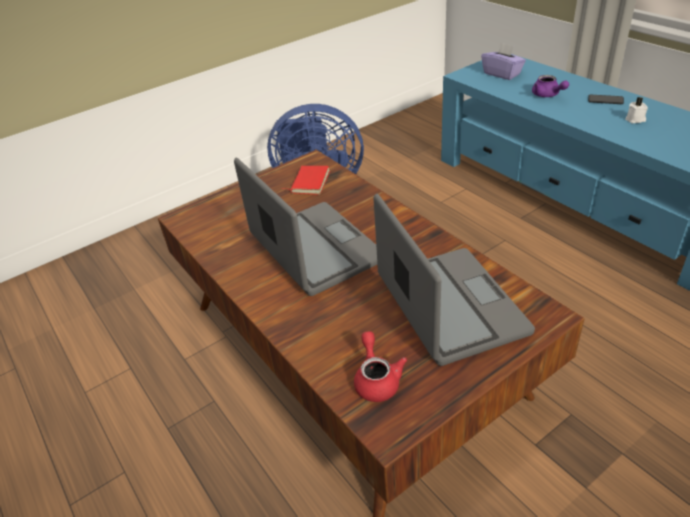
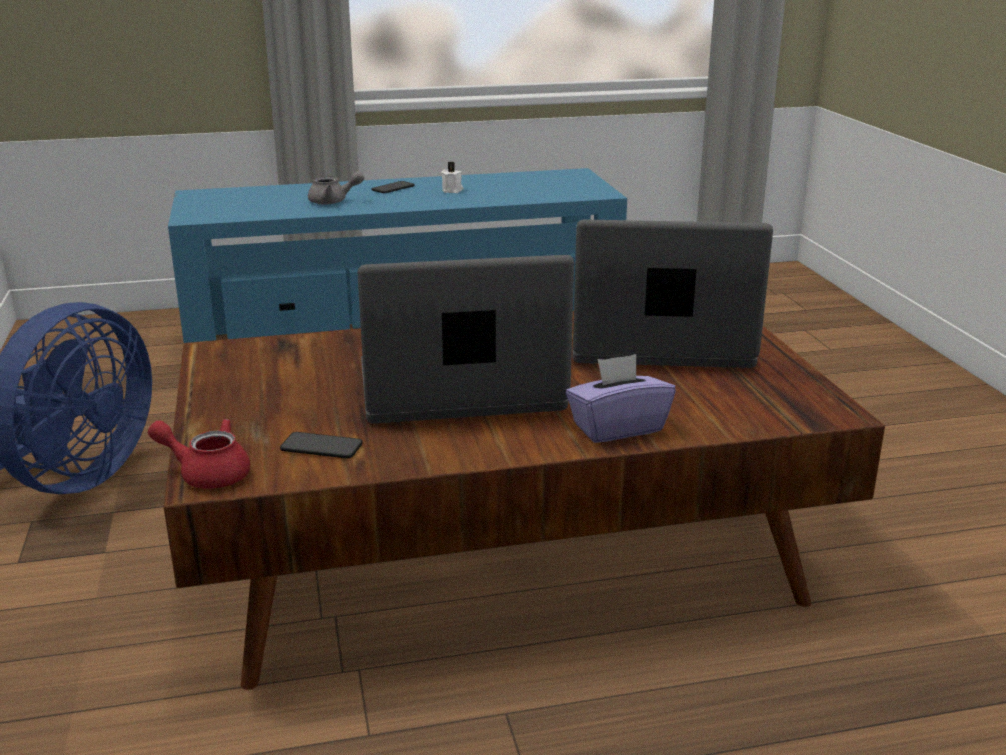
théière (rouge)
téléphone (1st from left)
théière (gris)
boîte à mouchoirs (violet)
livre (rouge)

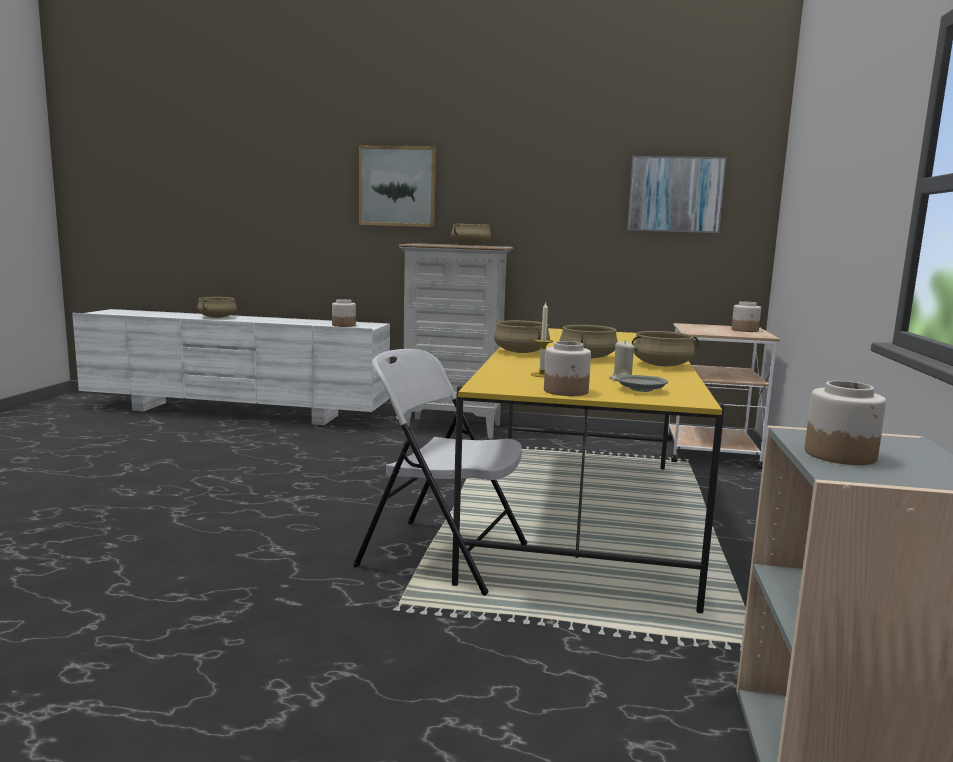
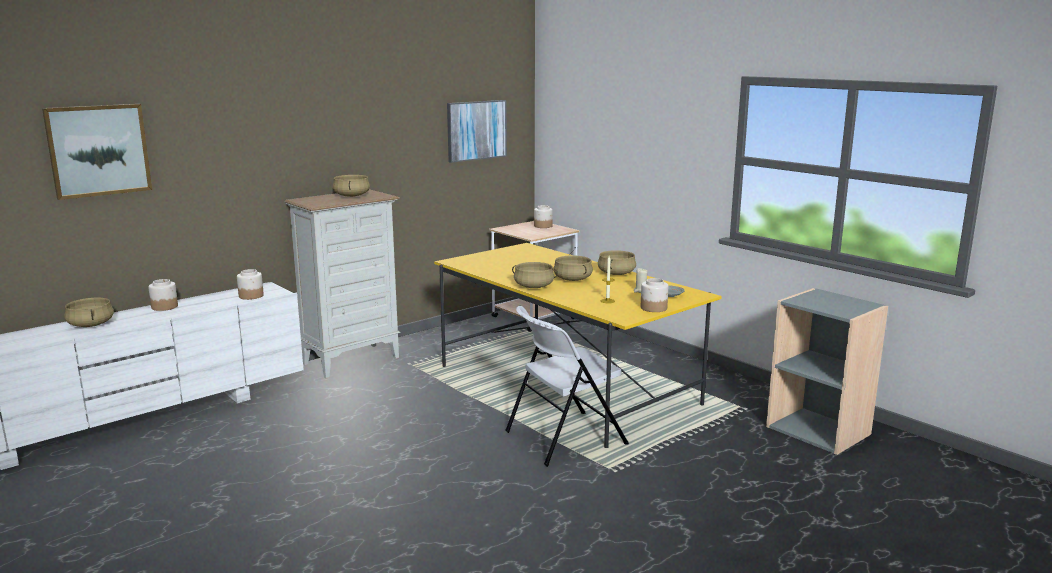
tableau (1st from left)
bocal (1st from left)

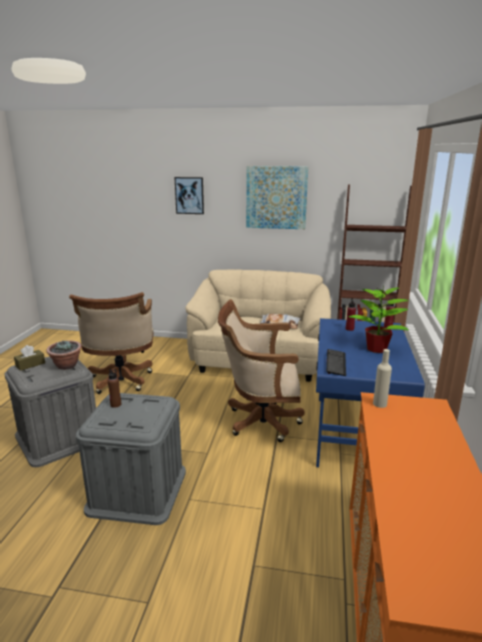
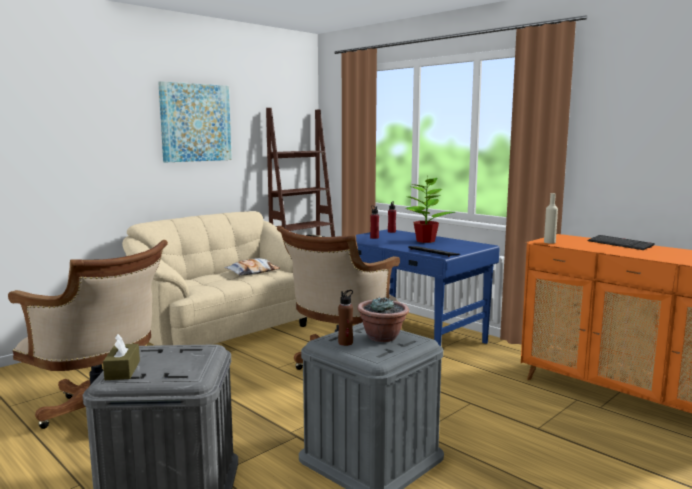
plante en pot (1st from left)
clavier (2nd from left)
tableau (1st from left in the first image)

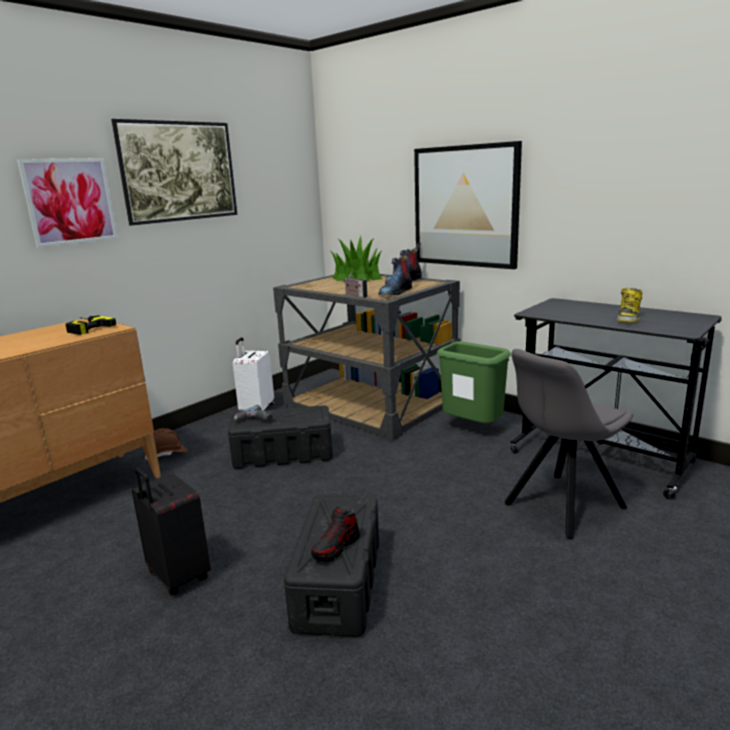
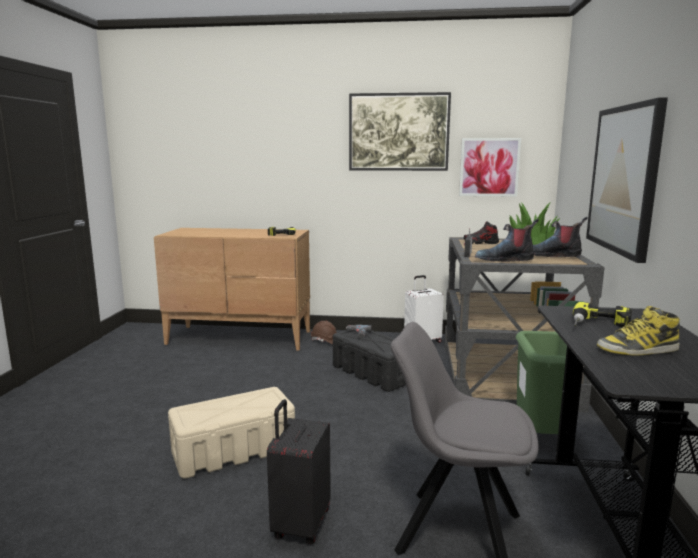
boîte de rangement (beige)
valise (noir)
tableau (2nd from left)
chaussure
perceuse (3rd from left)

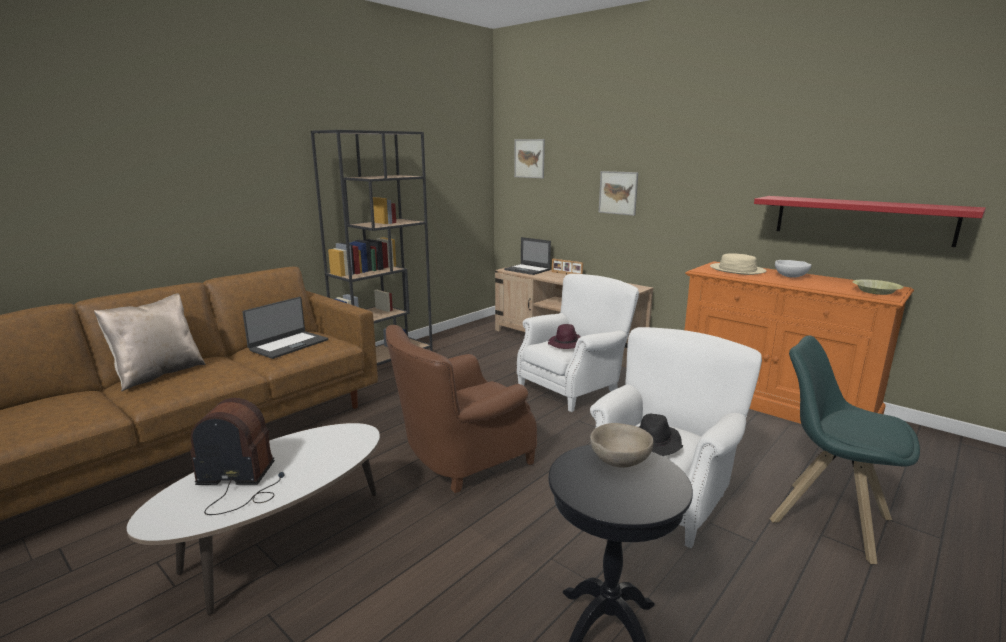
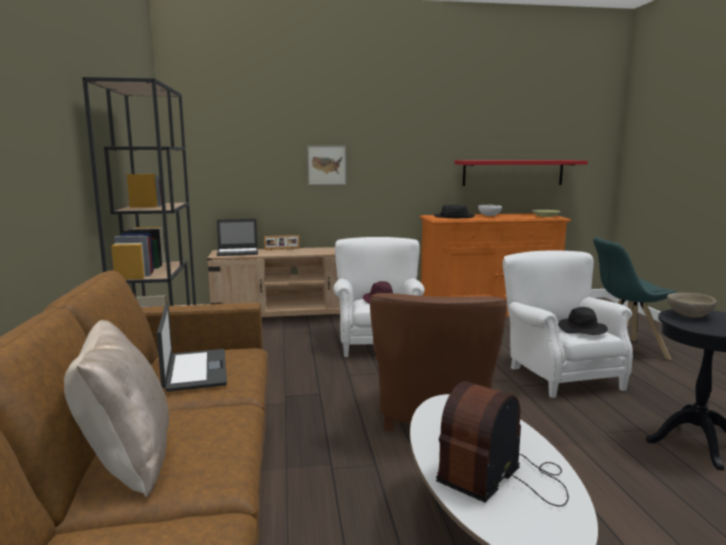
chapeau (noir) (1st from left)
tableau (1st from left in the first image)

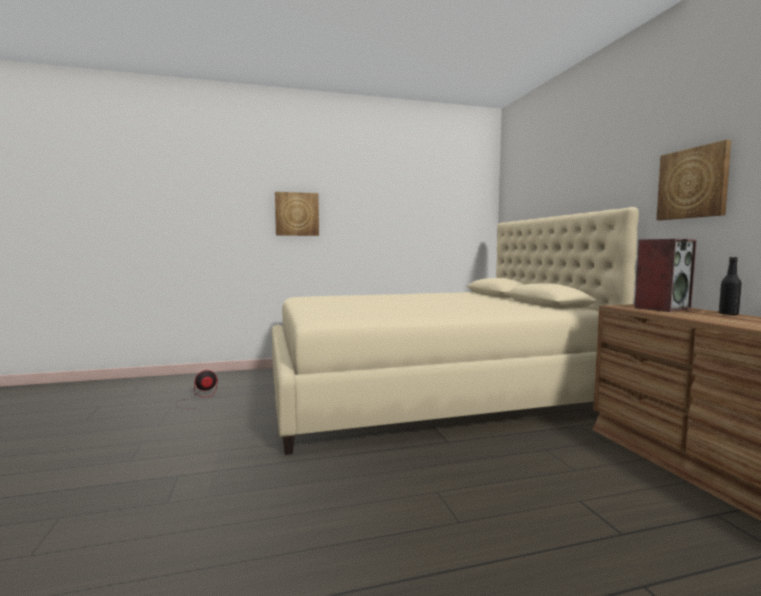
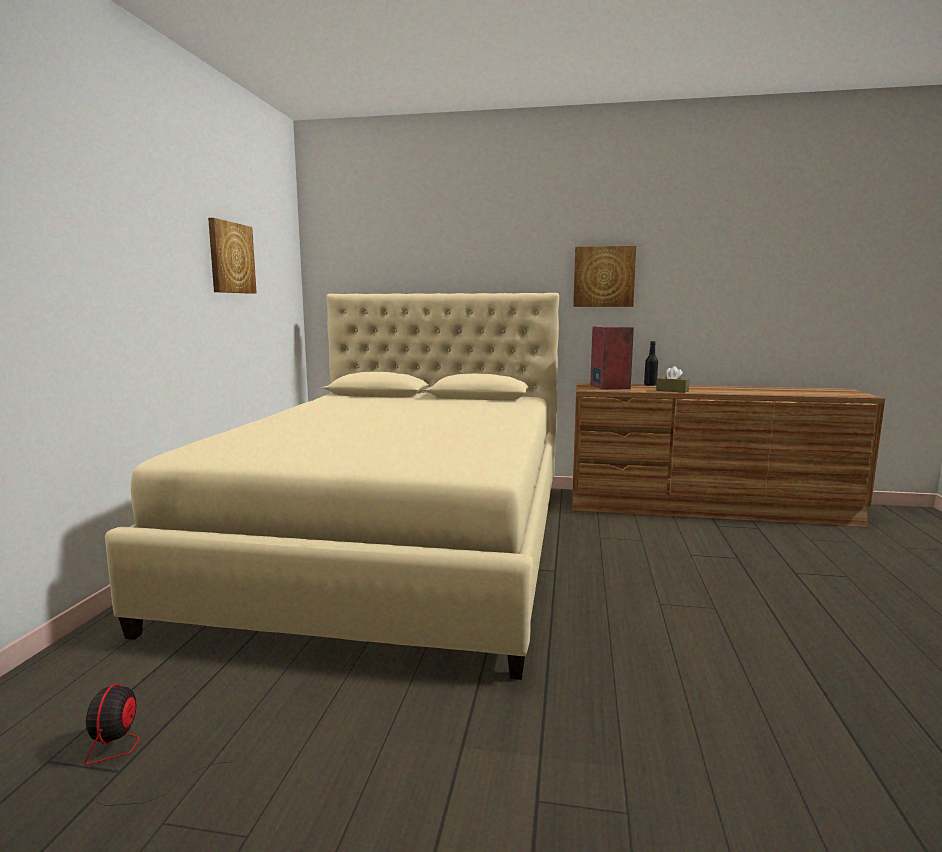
tableau (1st from left)
boîte à mouchoirs (marron)

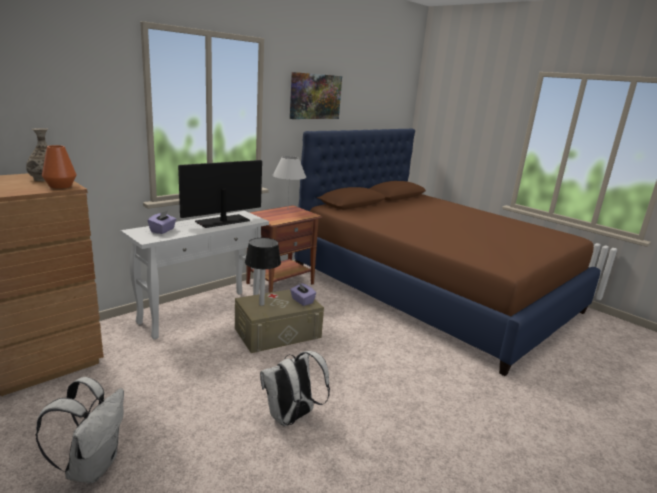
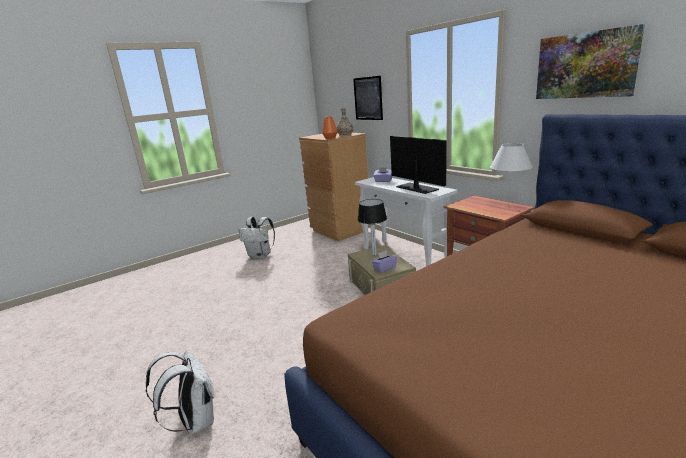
sac à dos (blanc) (1st from left)
tableau (1st from left)

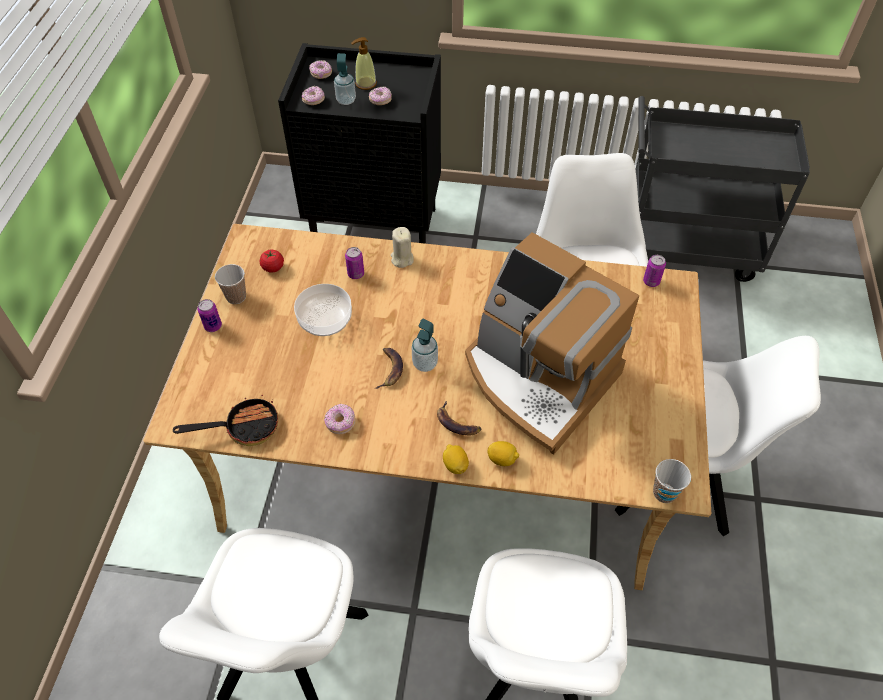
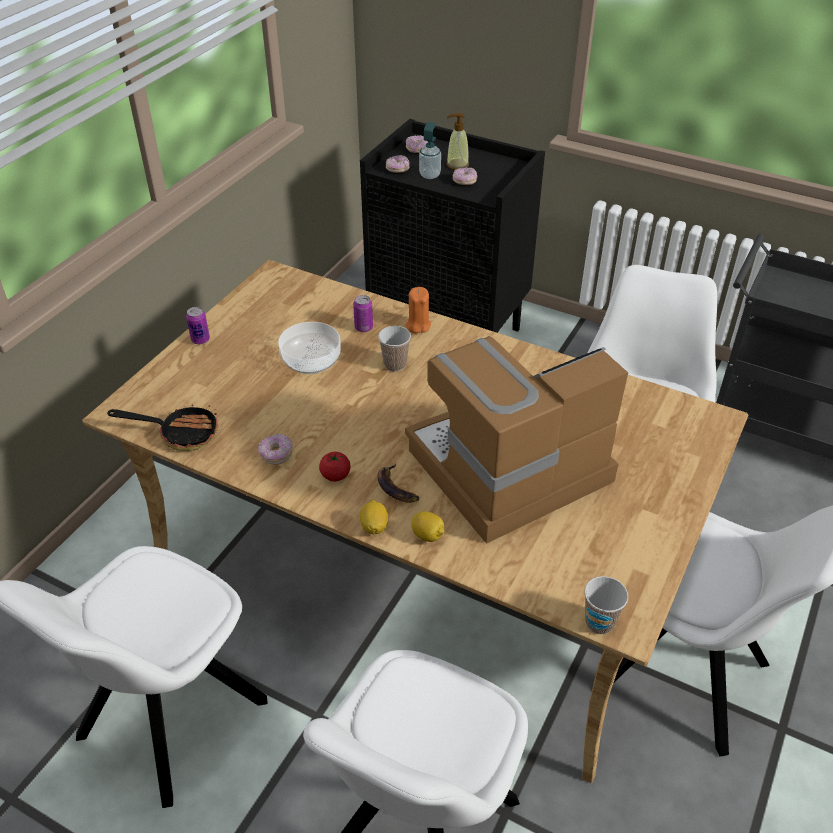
tomate
tasse (1st from left)
machine à café
bougie (orange)
banane (1st from left in the first image)
distributeur de savon (3rd from left in the first image)
boîte métallique (3rd from left in the first image)

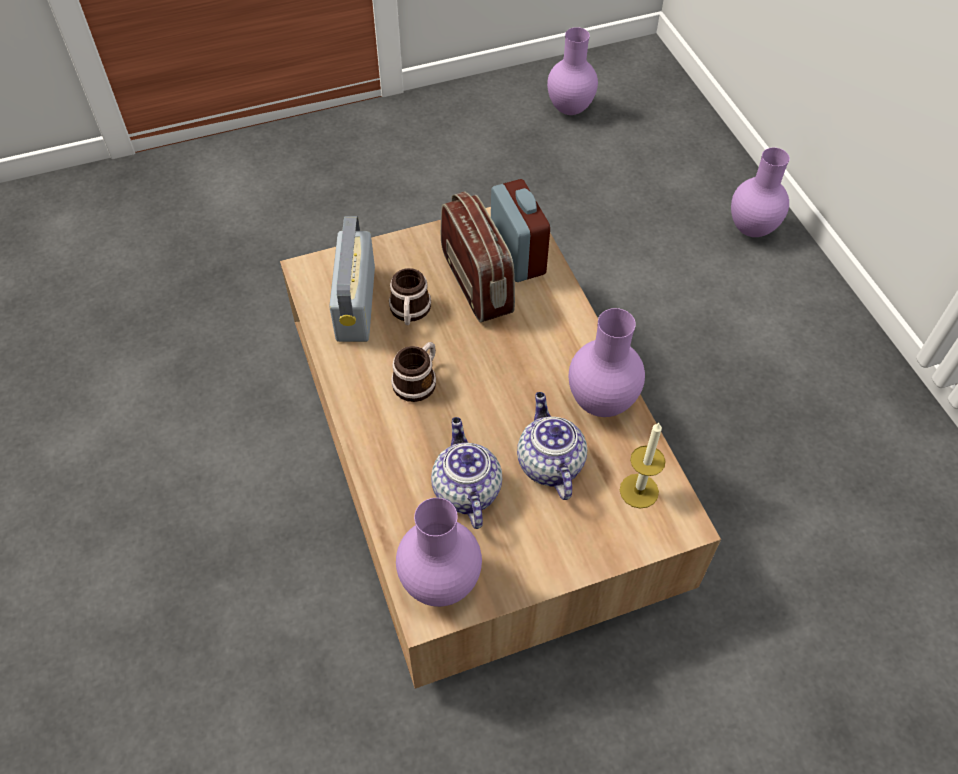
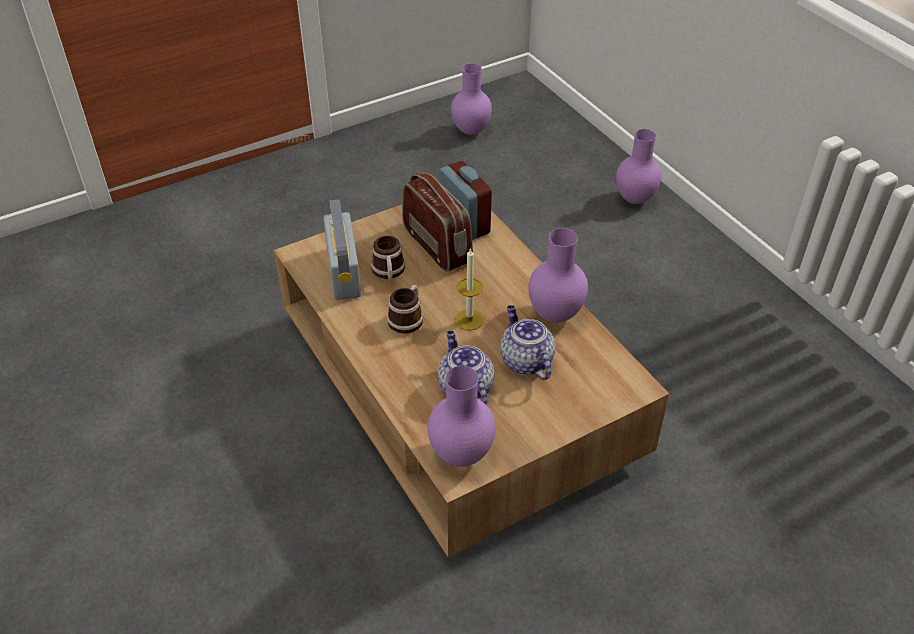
bougie

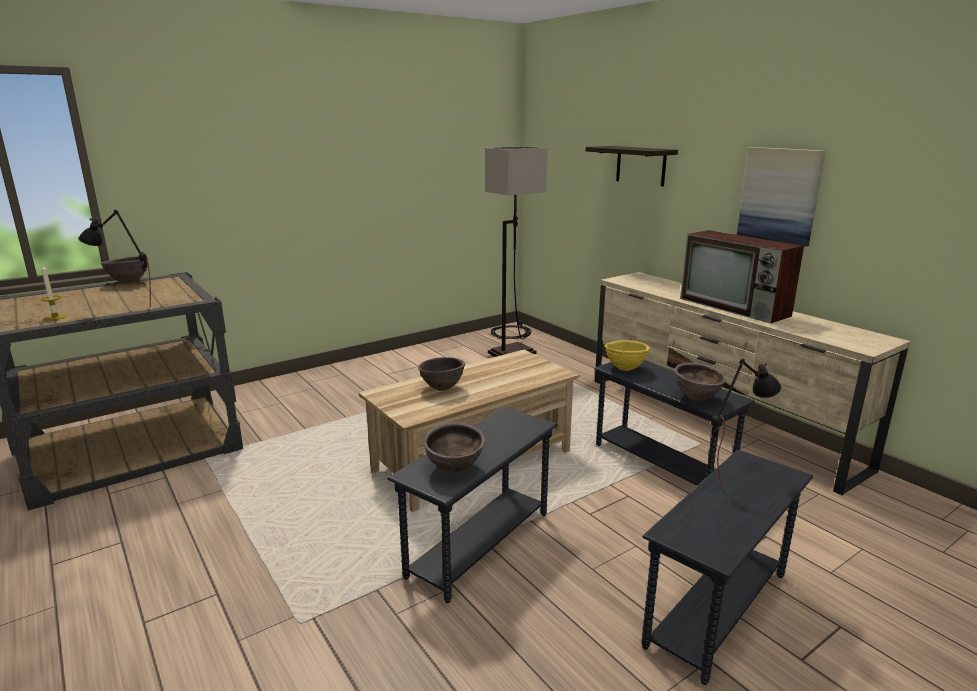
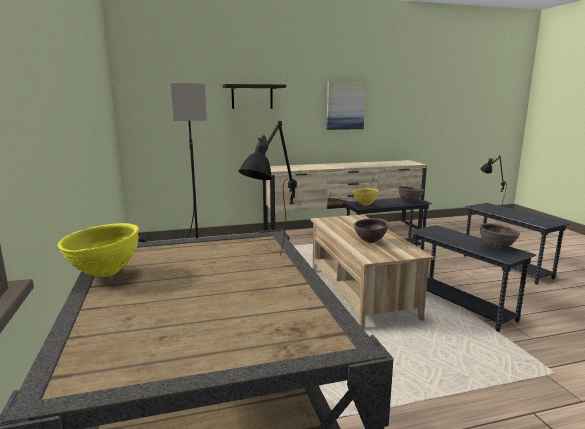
bol (jaune) (1st from left)
bougie
téléviseur

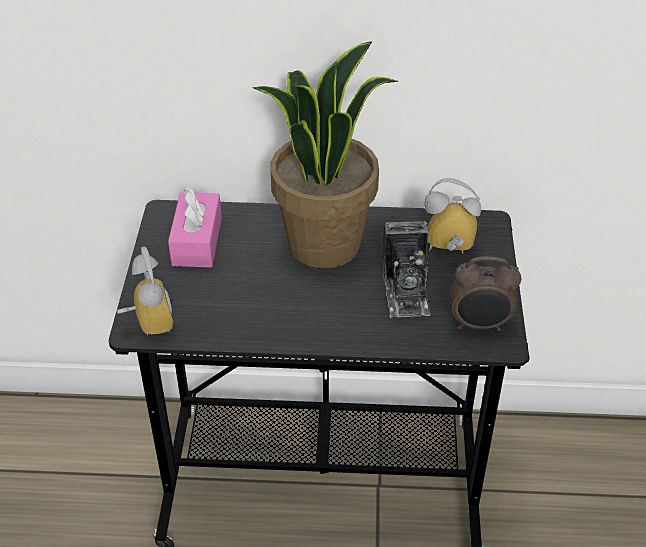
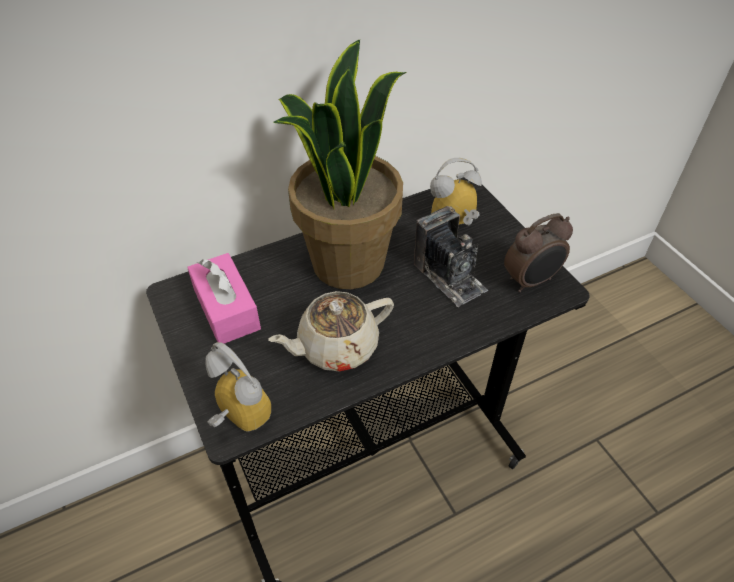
théière (beige)

